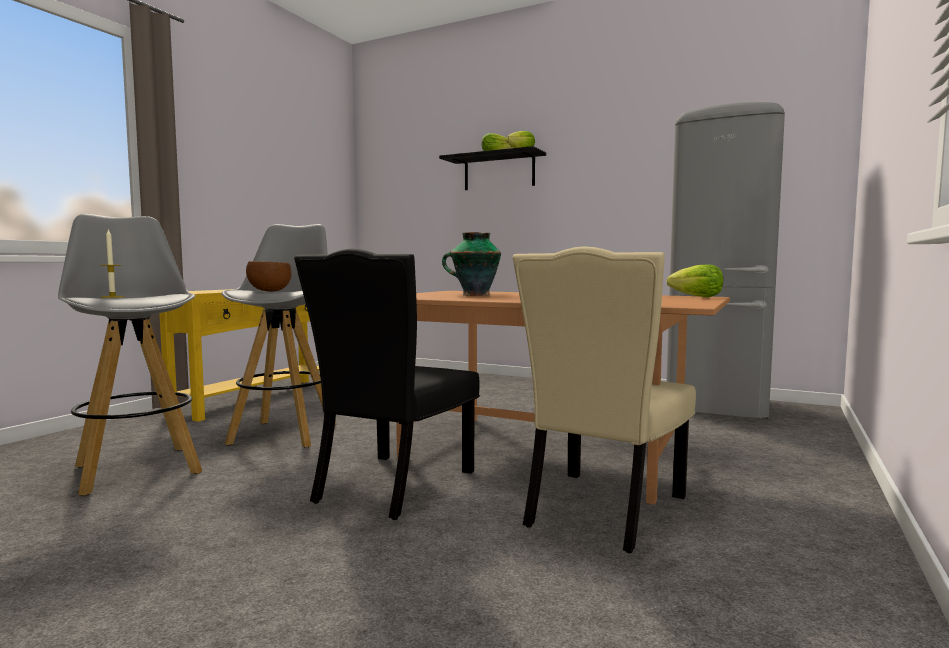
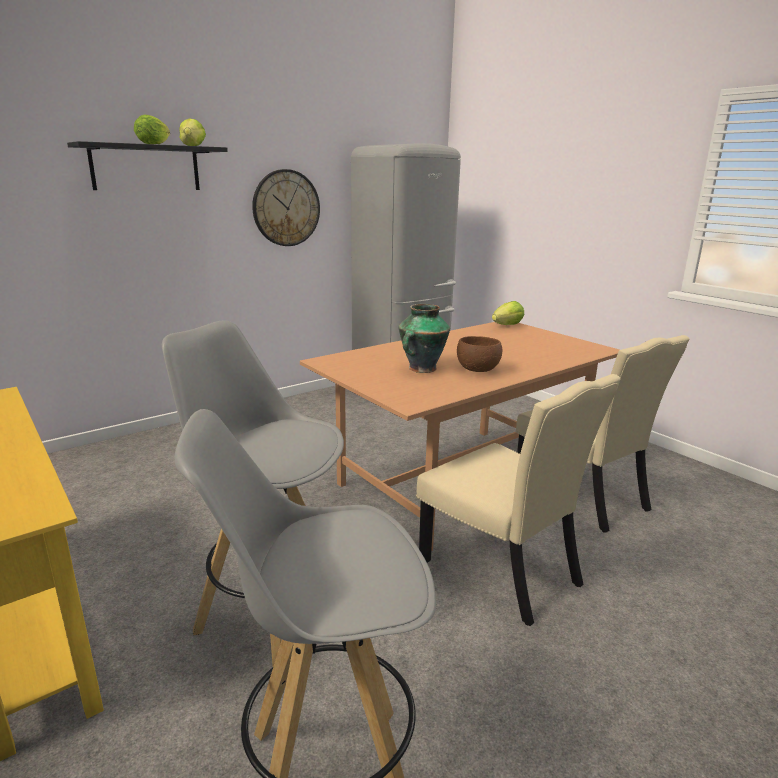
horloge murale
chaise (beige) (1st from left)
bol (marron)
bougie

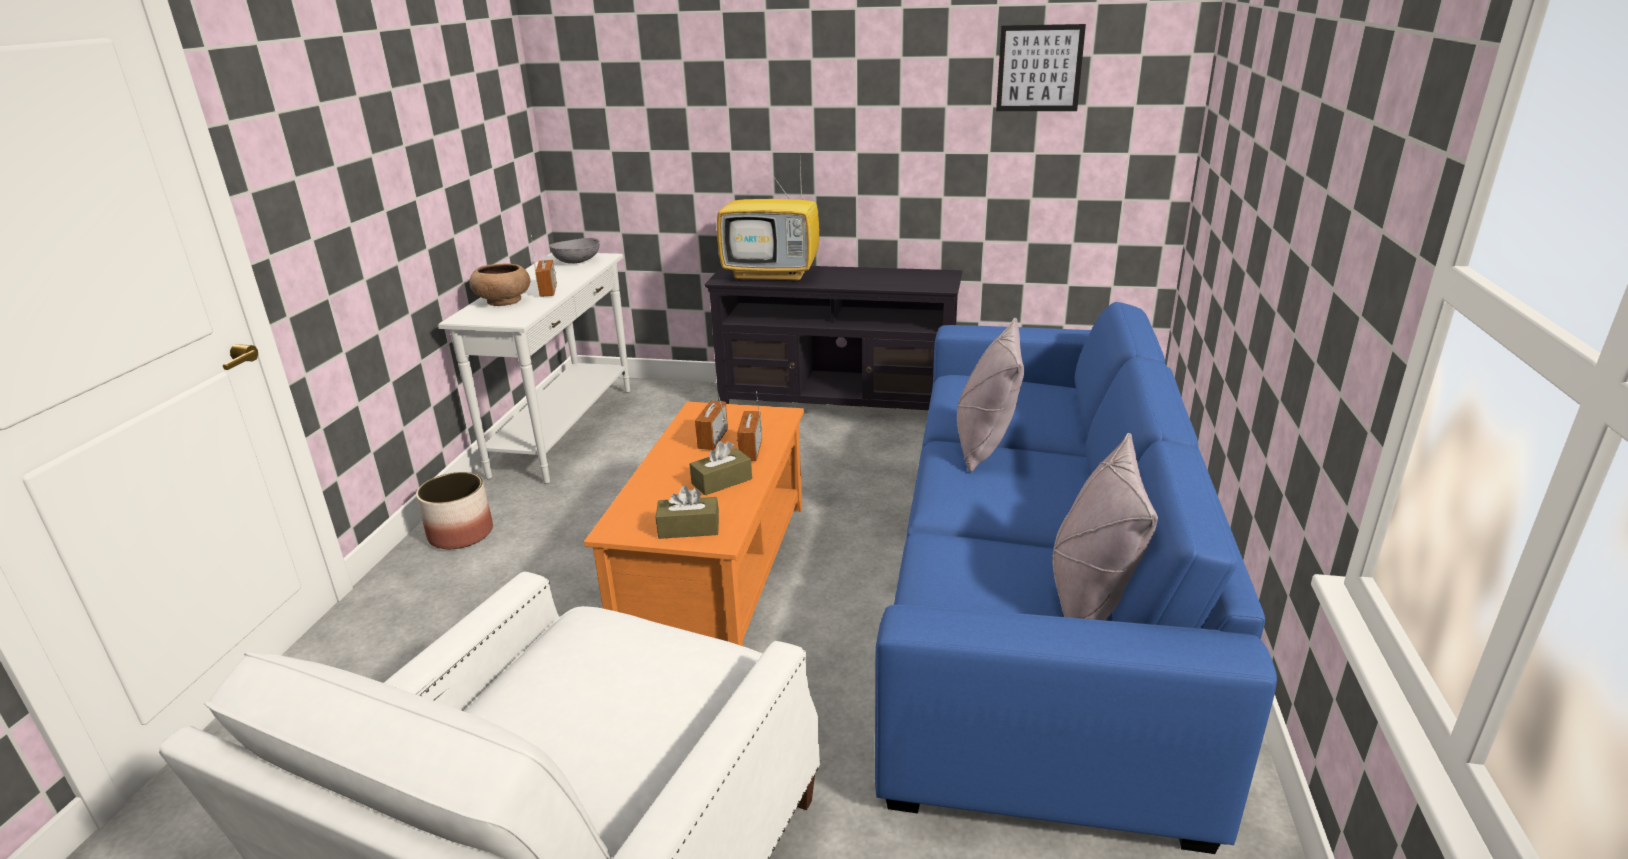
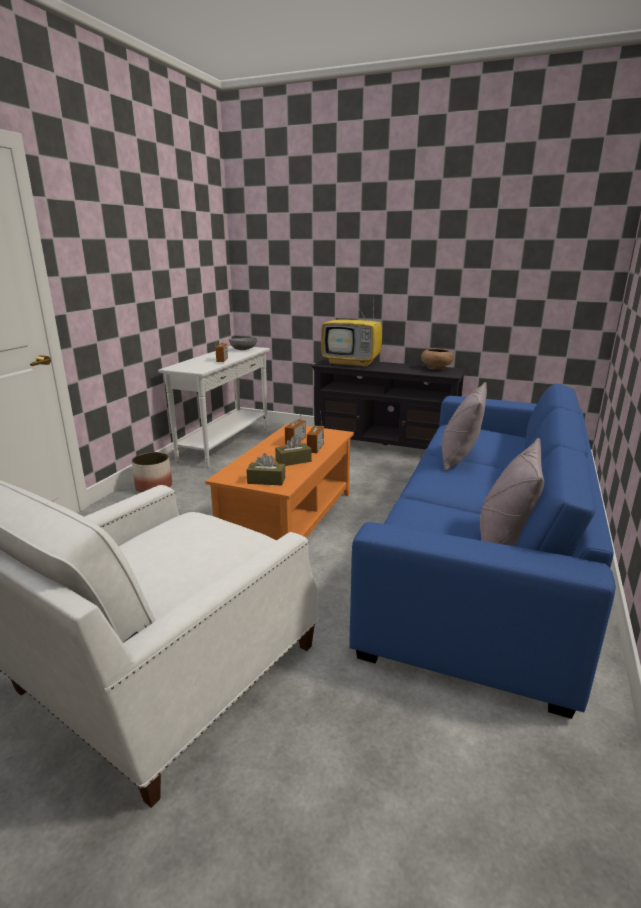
bol (marron)
tableau

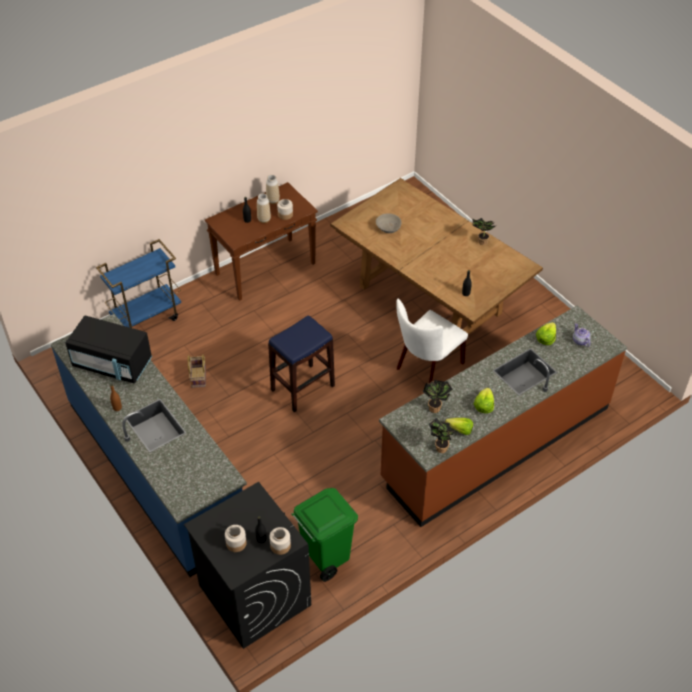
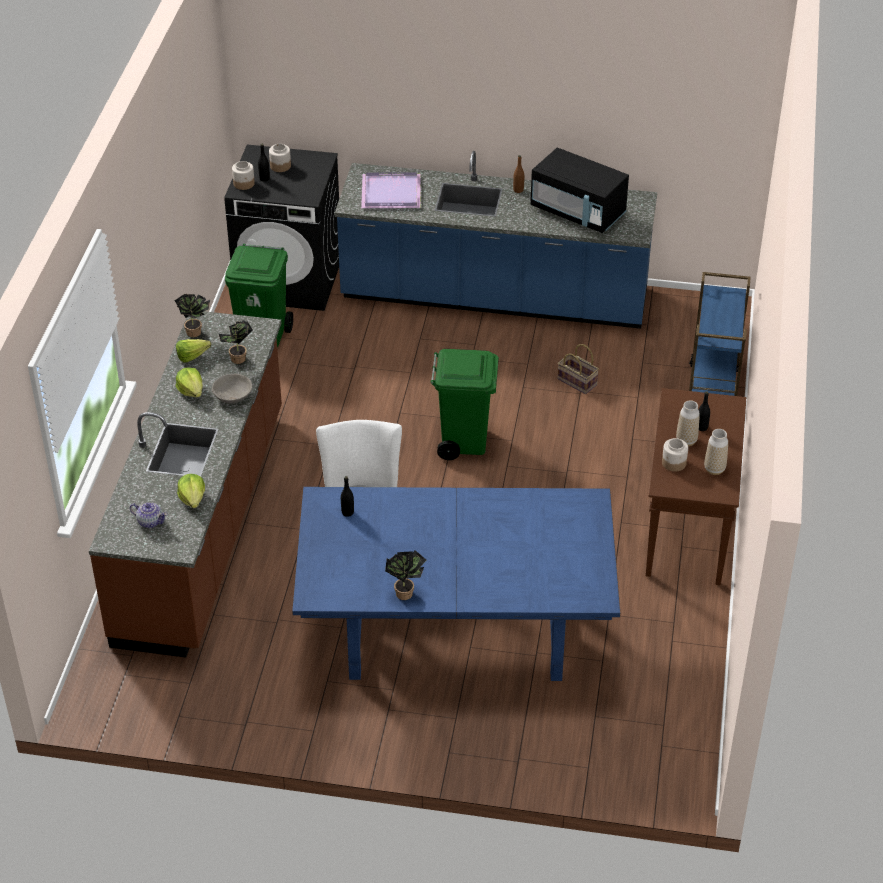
bol (gris)
table à manger (bleu)
plateau (violet)
poubelle (vert) (2nd from left)
micro-ondes (noir)

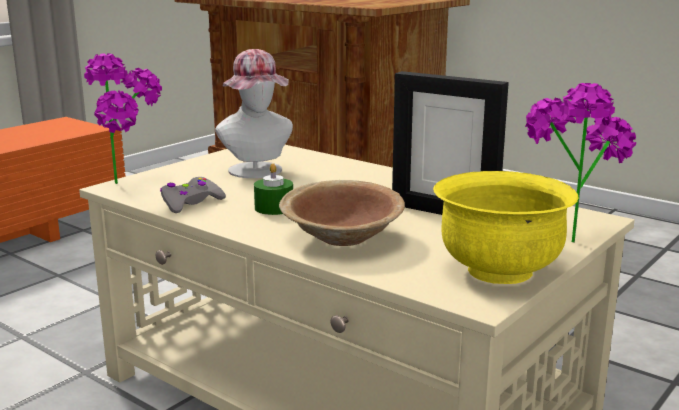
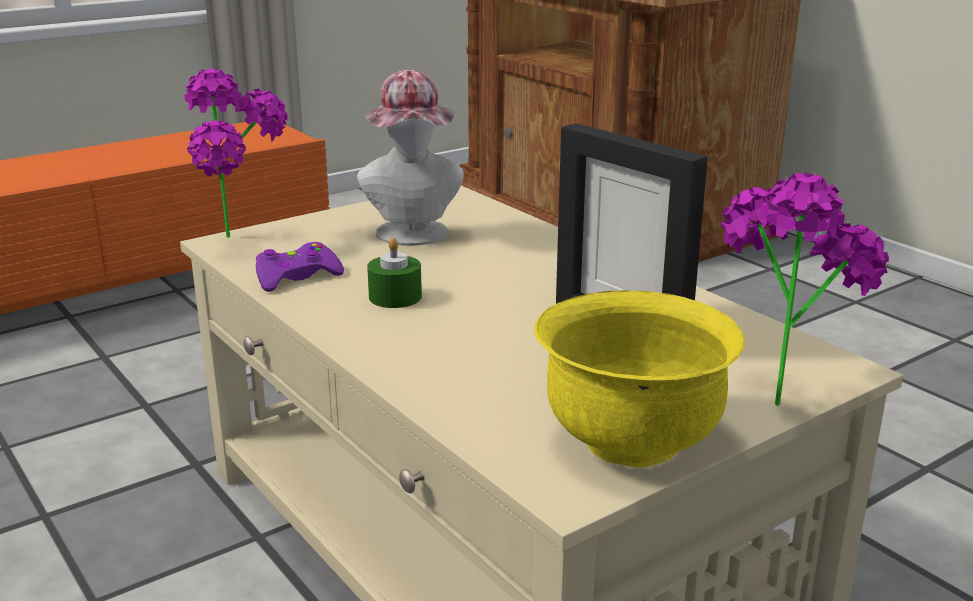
manette (violet)
bol (marron)

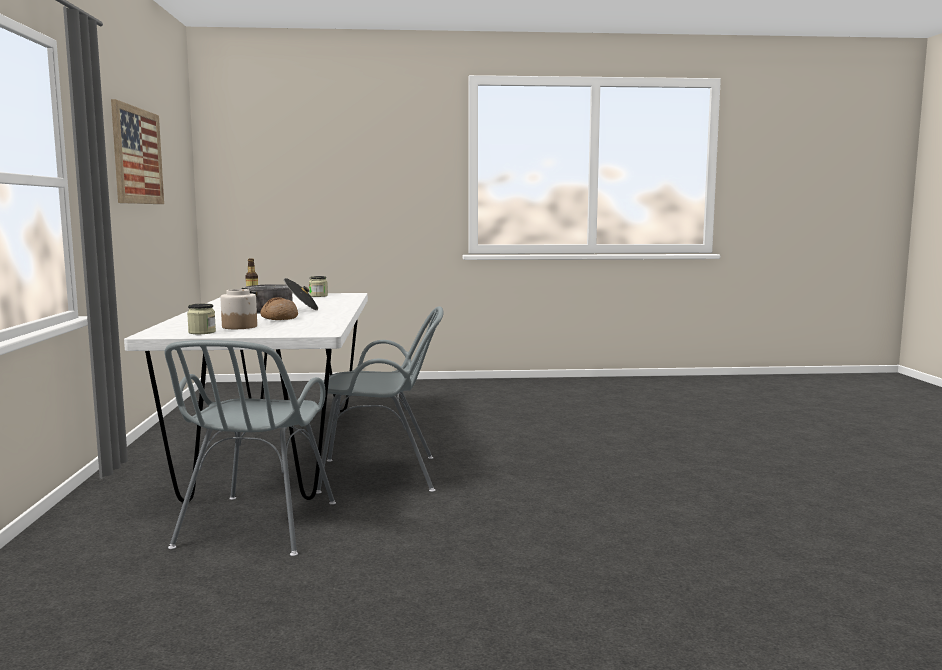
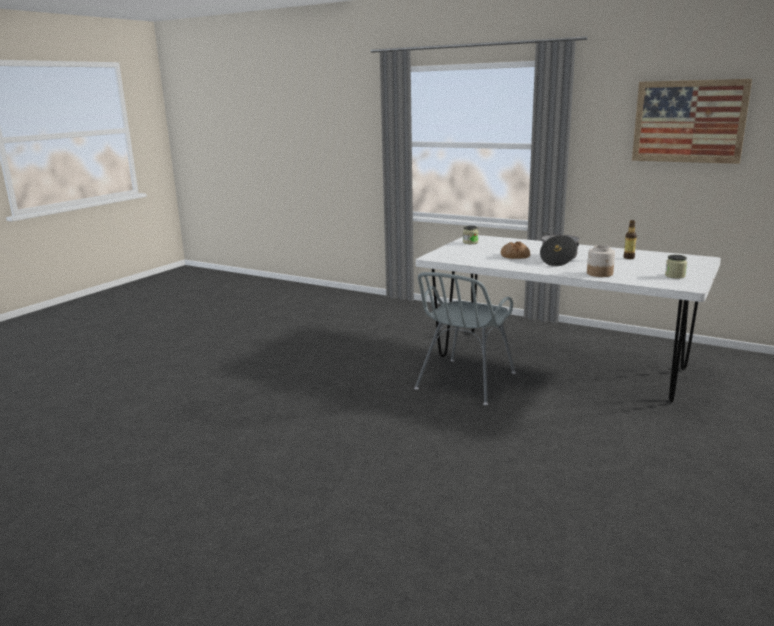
bocal (2nd from left)
chaise (gris) (1st from left in the first image)

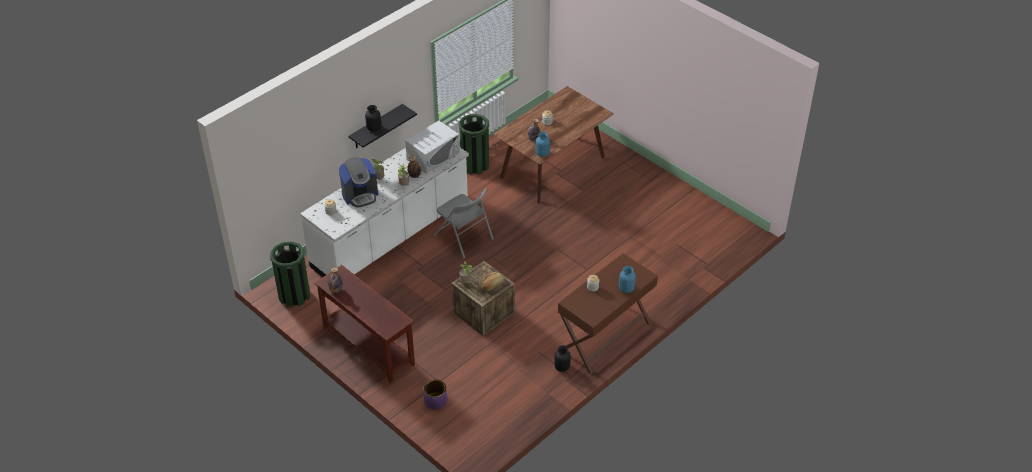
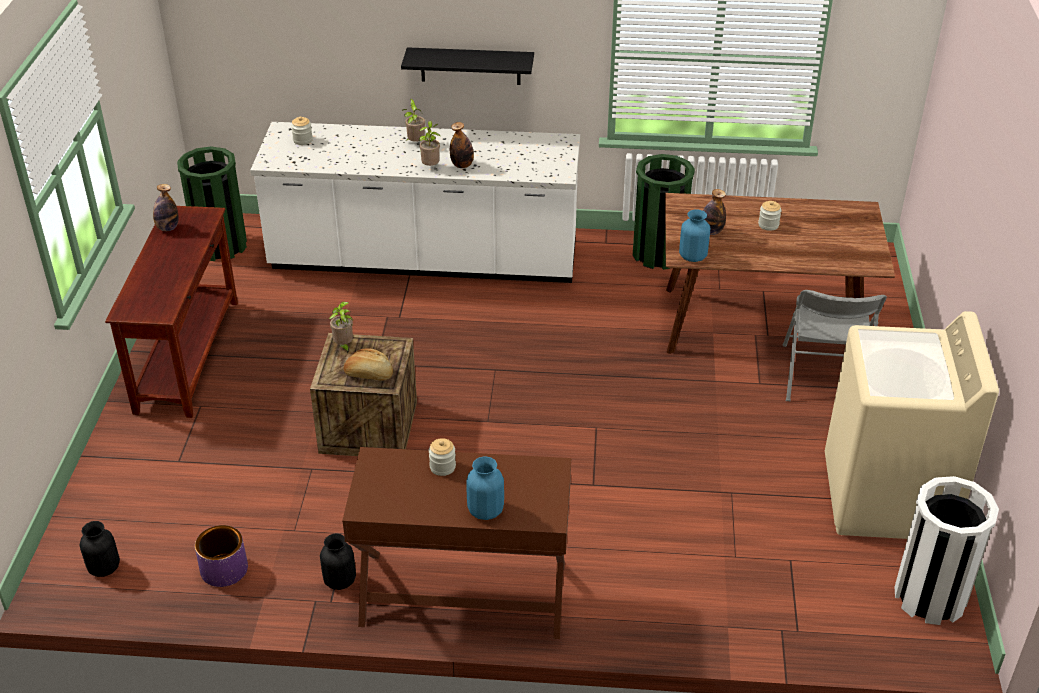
vase (noir) (1st from left)
cache-pot (violet)
chaise (gris)
lave-linge (beige)
poubelle (blanc)
machine à café
micro-ondes (blanc)

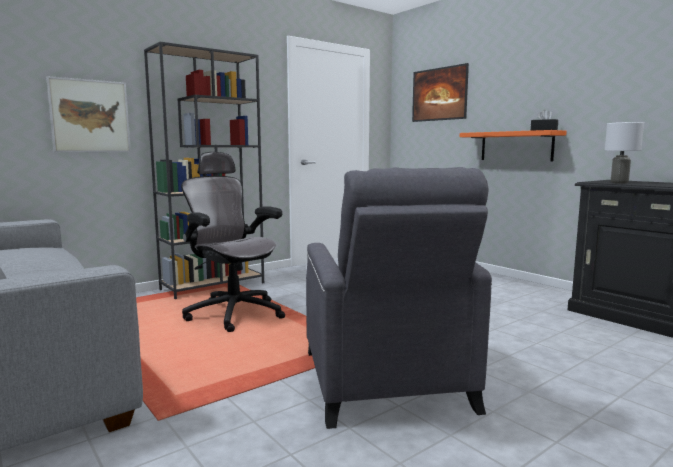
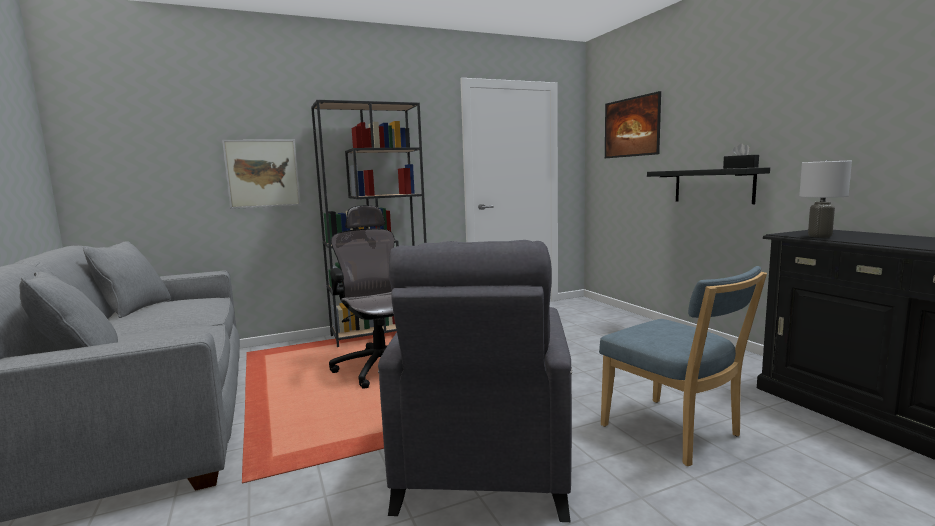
chaise (bleu)
étagère (noir)

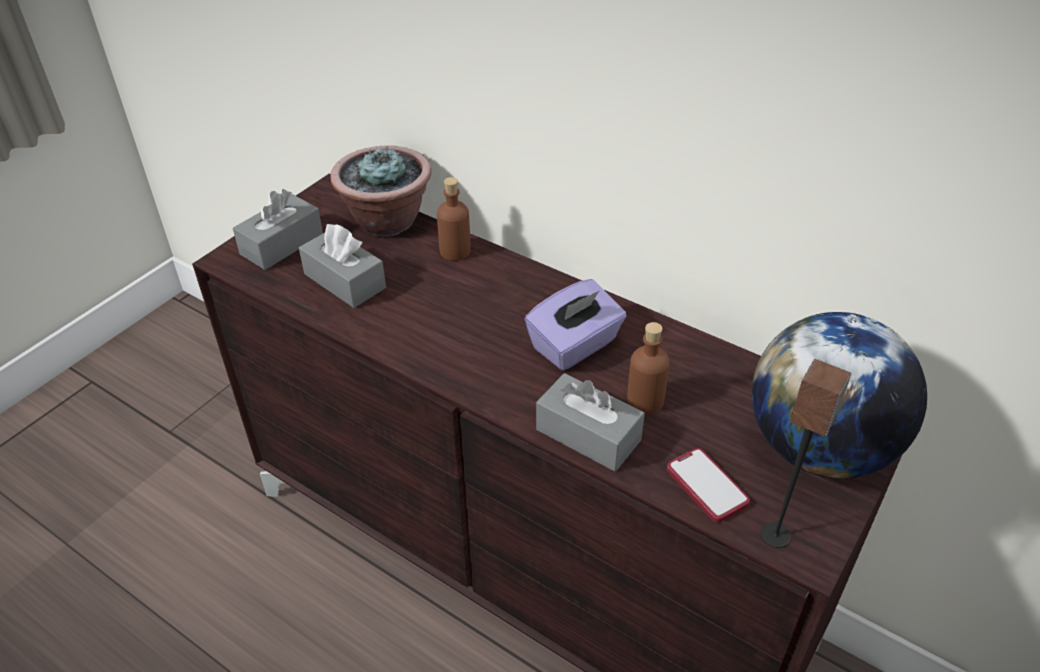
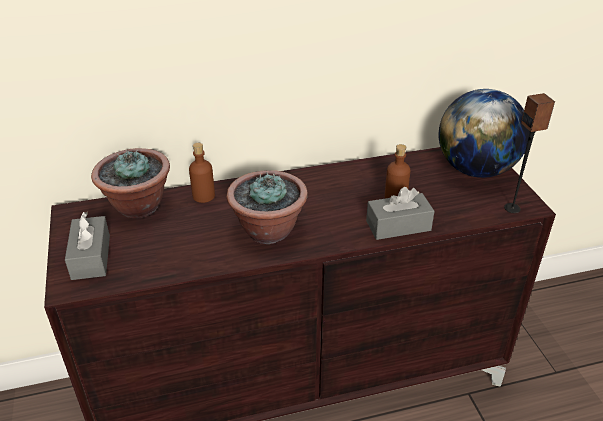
plante en pot (2nd from left)
boîte à mouchoirs (gris) (2nd from left in the first image)
boîte à mouchoirs (violet)
téléphone

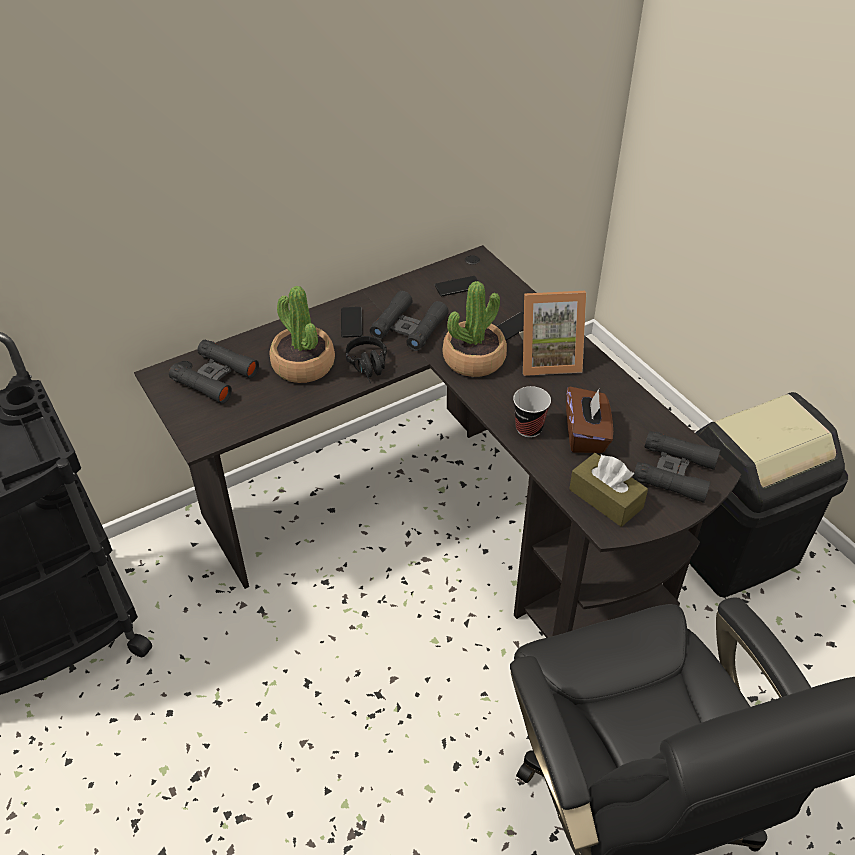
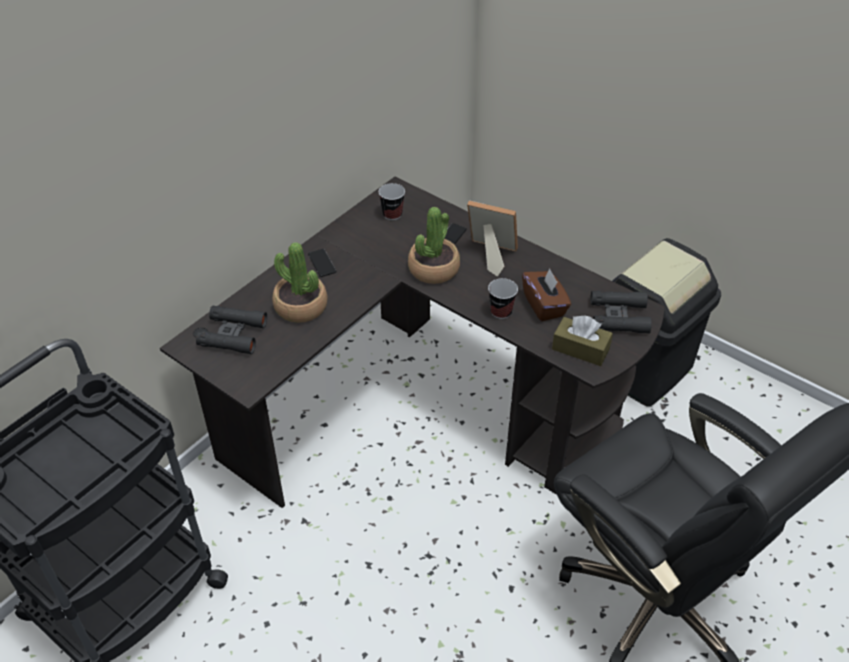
tasse (1st from left)
cadre photo
casque audio (noir)
jumelles (noir) (2nd from left in the first image)

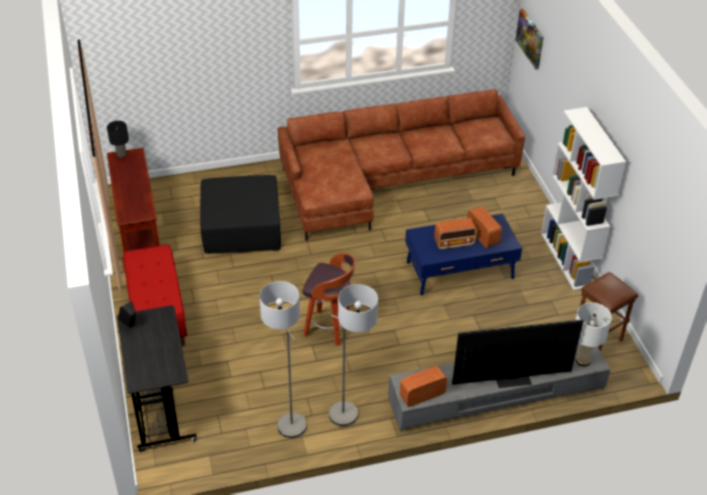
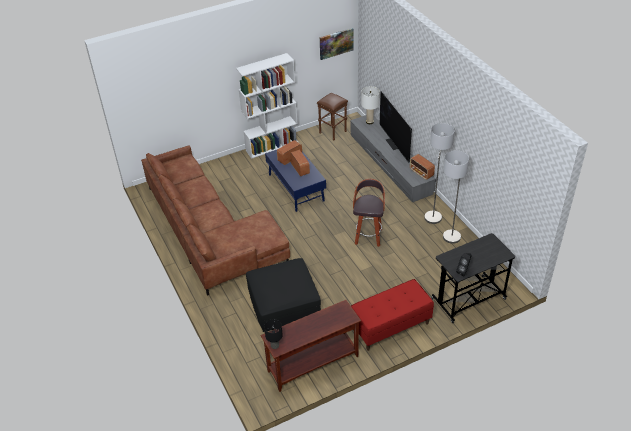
tableau

